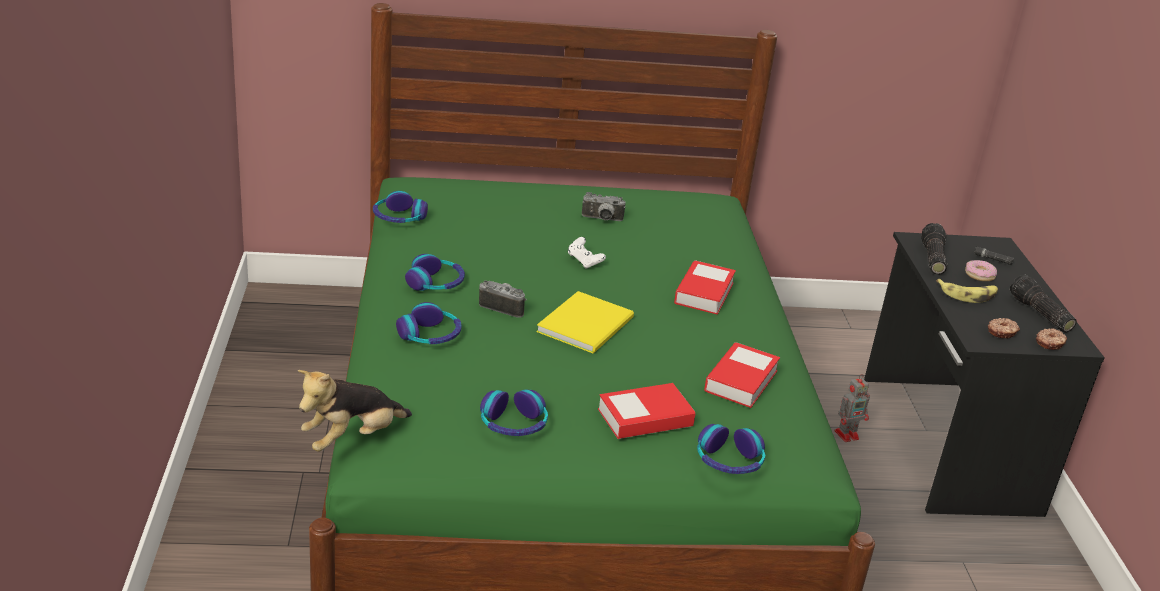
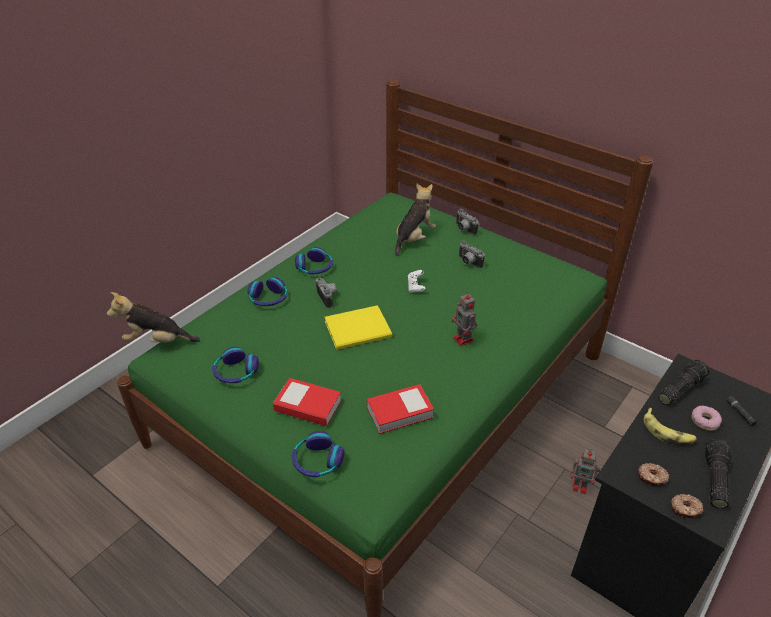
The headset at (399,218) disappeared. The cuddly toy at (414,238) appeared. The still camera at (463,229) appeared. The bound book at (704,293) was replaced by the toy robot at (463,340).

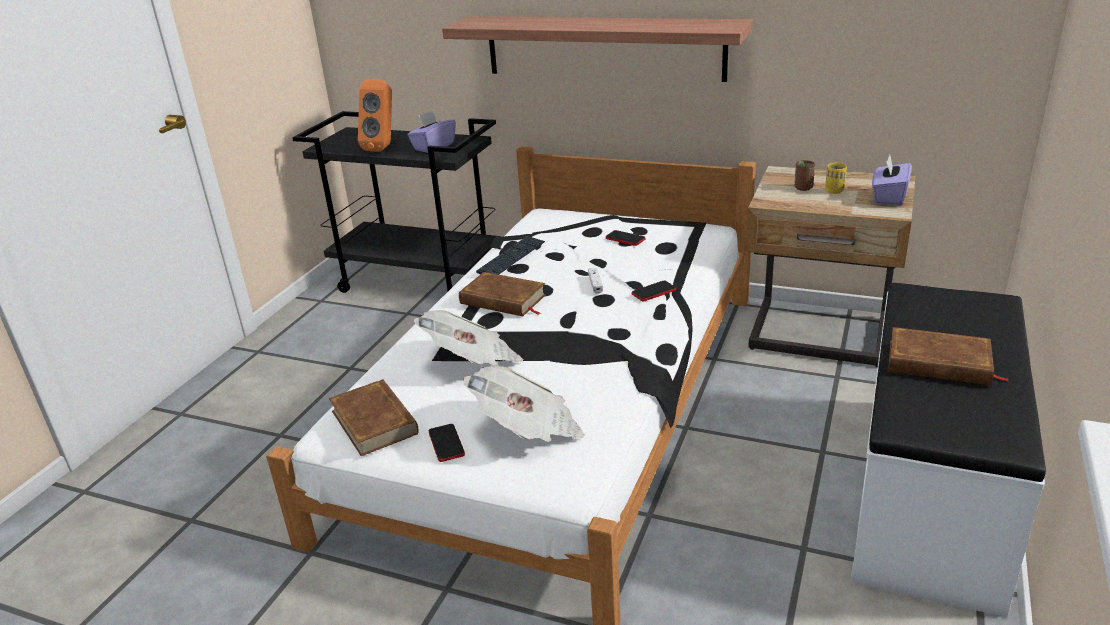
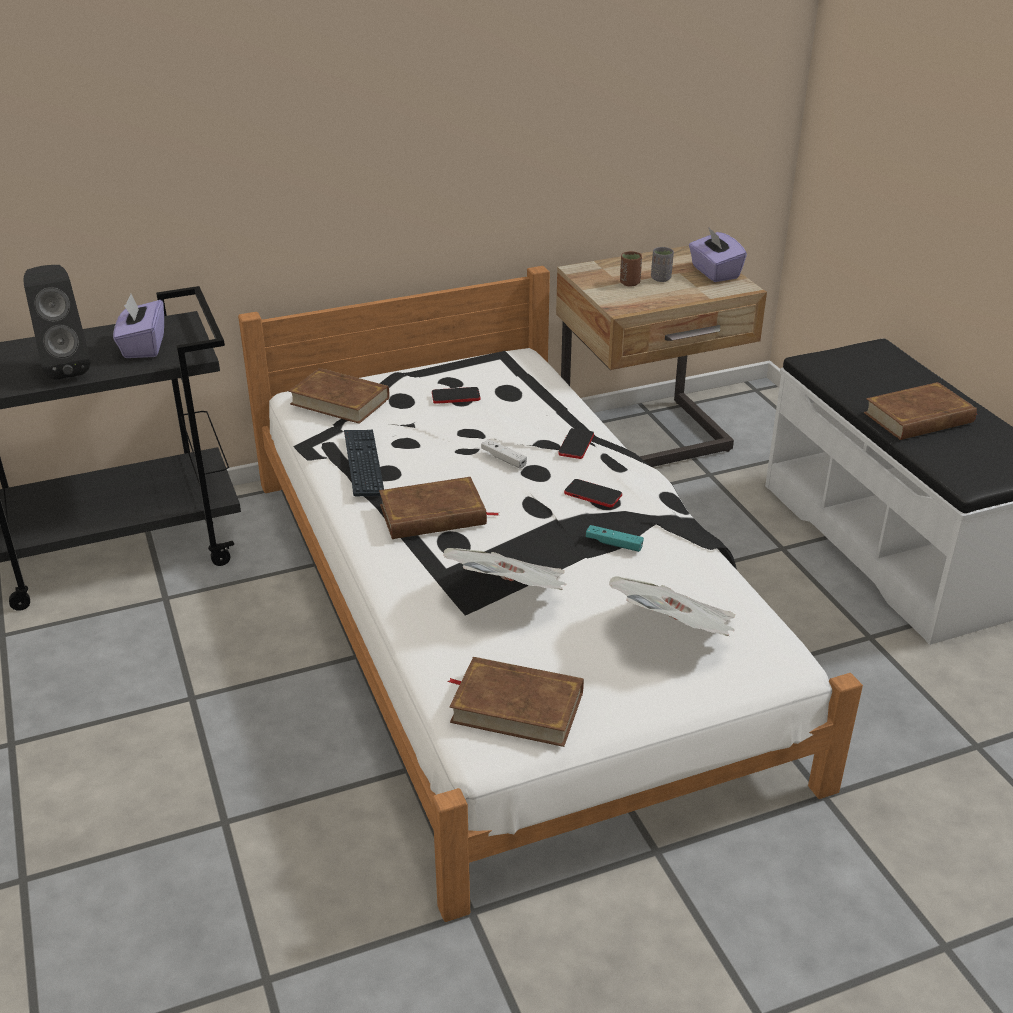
The wall shelf at (603,47) disappeared. The bound book (brown-coloured) at (339,401) appeared. The joypad (blue-green) at (614,544) appeared. The phone moved from (446,443) to (593,494). The loudspeaker (orange) at (383,148) became the loudspeaker (black) at (66,368). The small cup (yellow) at (834,191) became the small cup (grey) at (661,278).

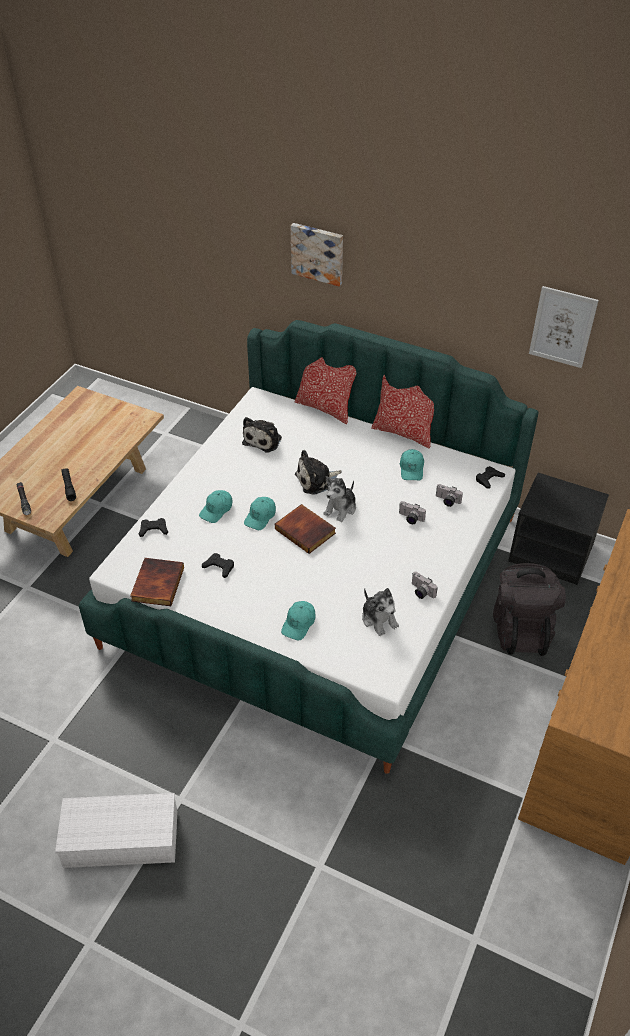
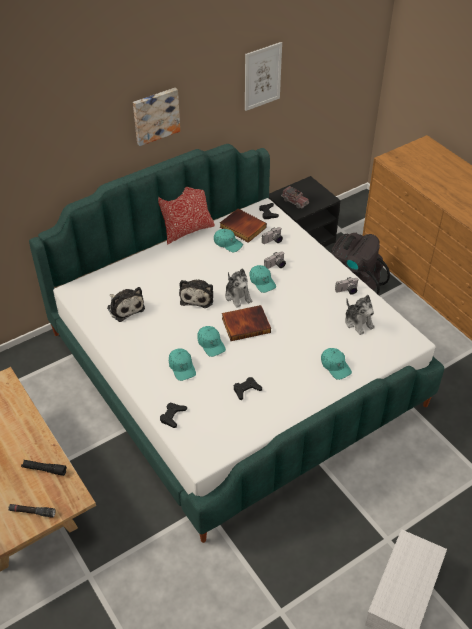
The pillow at (325,408) disappeared. The baseball cap (blue-green) at (262,282) appeared. The toy lorry at (295,201) appeared. The bound book moved from (157,583) to (242,227). The wall art moved from (318,253) to (155,115). The cuddly toy at (379,619) turned 60 degrees clockwise.

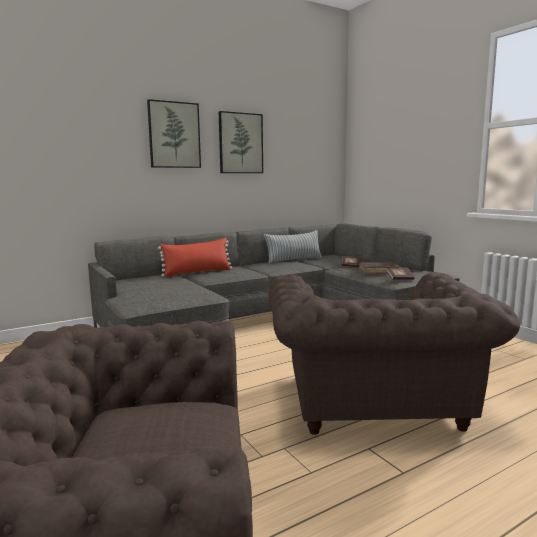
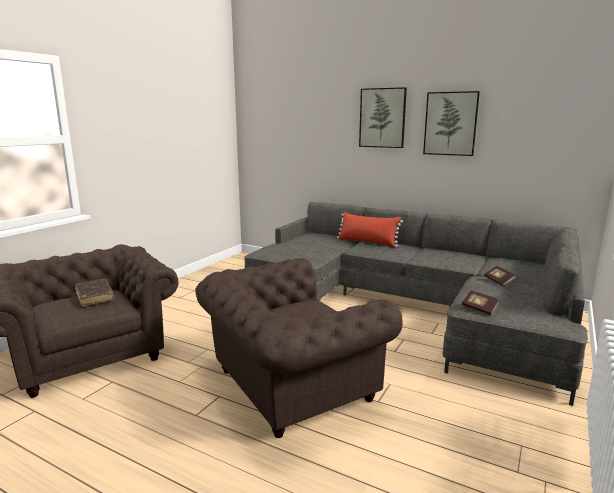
The pillow at (294,260) disappeared. The bound book (brown-coloured) moved from (378,272) to (95,297).

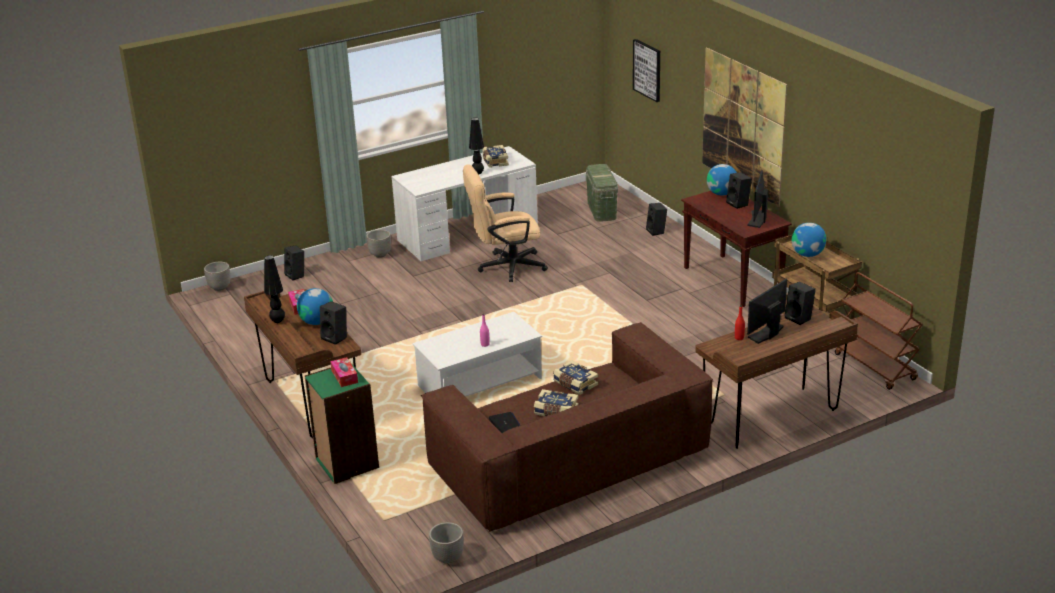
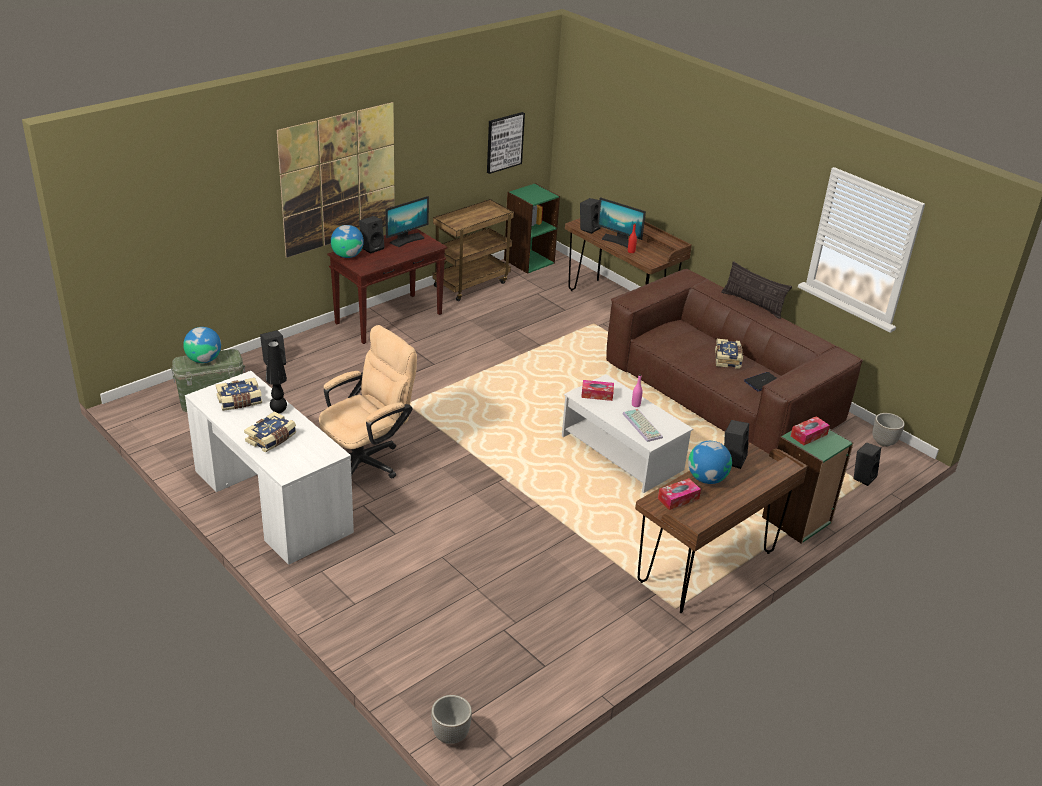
The lamp for a table (black) at (278,321) disappeared. The planter at (380,255) disappeared. The tissue box at (597,394) appeared. The computer keyboard at (643,426) appeared. The pillow at (752,304) appeared. The loudspeaker (black) moved from (296,275) to (862,477). The bound book moved from (575,384) to (272,439). The wall art moved from (647,70) to (504,142). The world globe moved from (807,254) to (204,359). The cart (brown-coloured) at (876,367) was replaced by the bookcase (green-coloured) at (528,261). The office chair (sand-coloured) at (505,267) turned 105 degrees counterclockwise. The monitor at (757,219) turned 45 degrees counterclockwise.

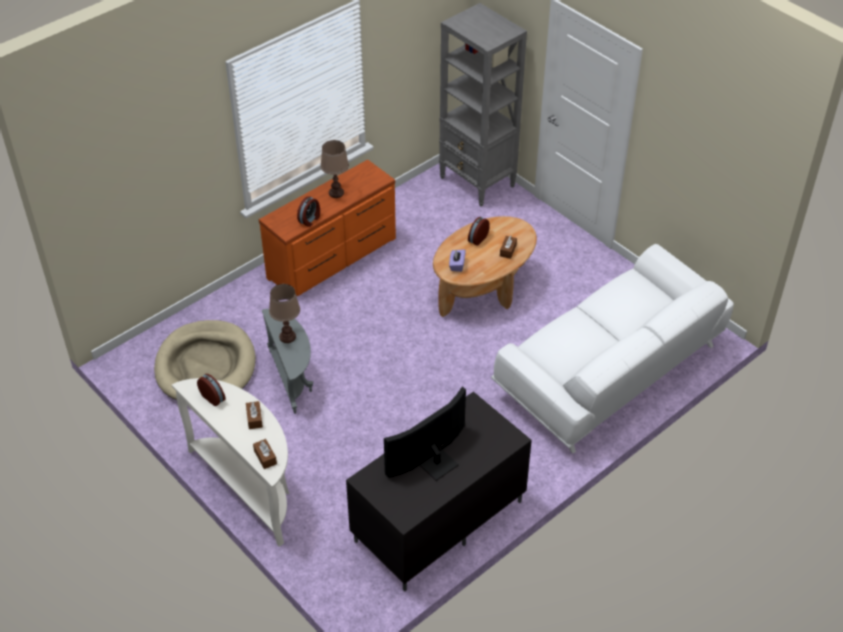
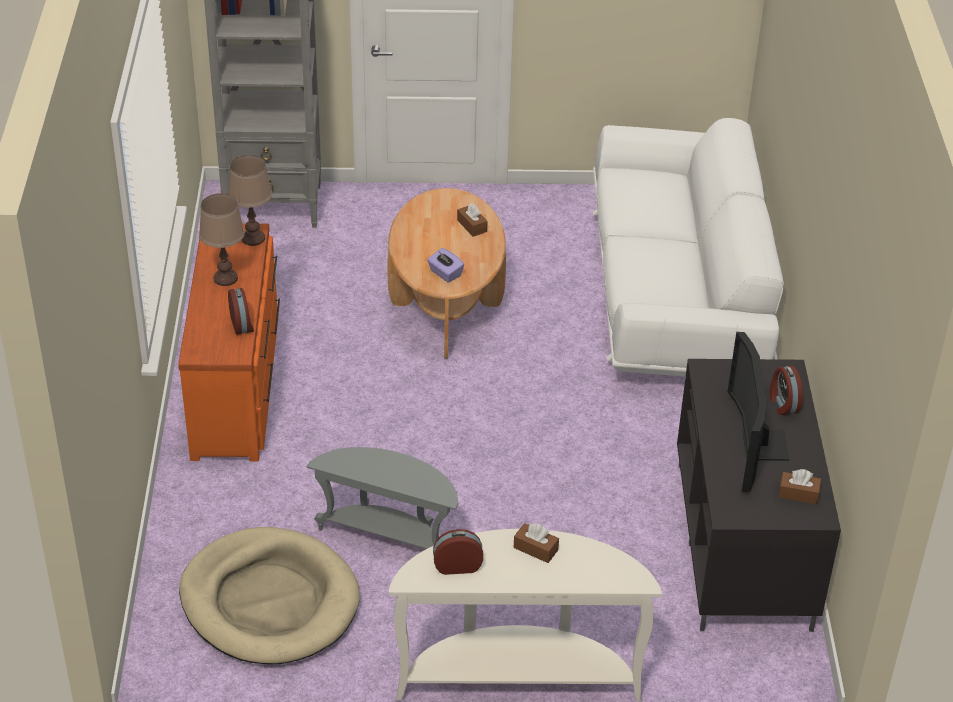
The tissue box (brown-coloured) moved from (265,457) to (798,493). The lamp for a table (brown-coloured) moved from (287,337) to (253,238). The bedside clock moved from (477,238) to (782,404).

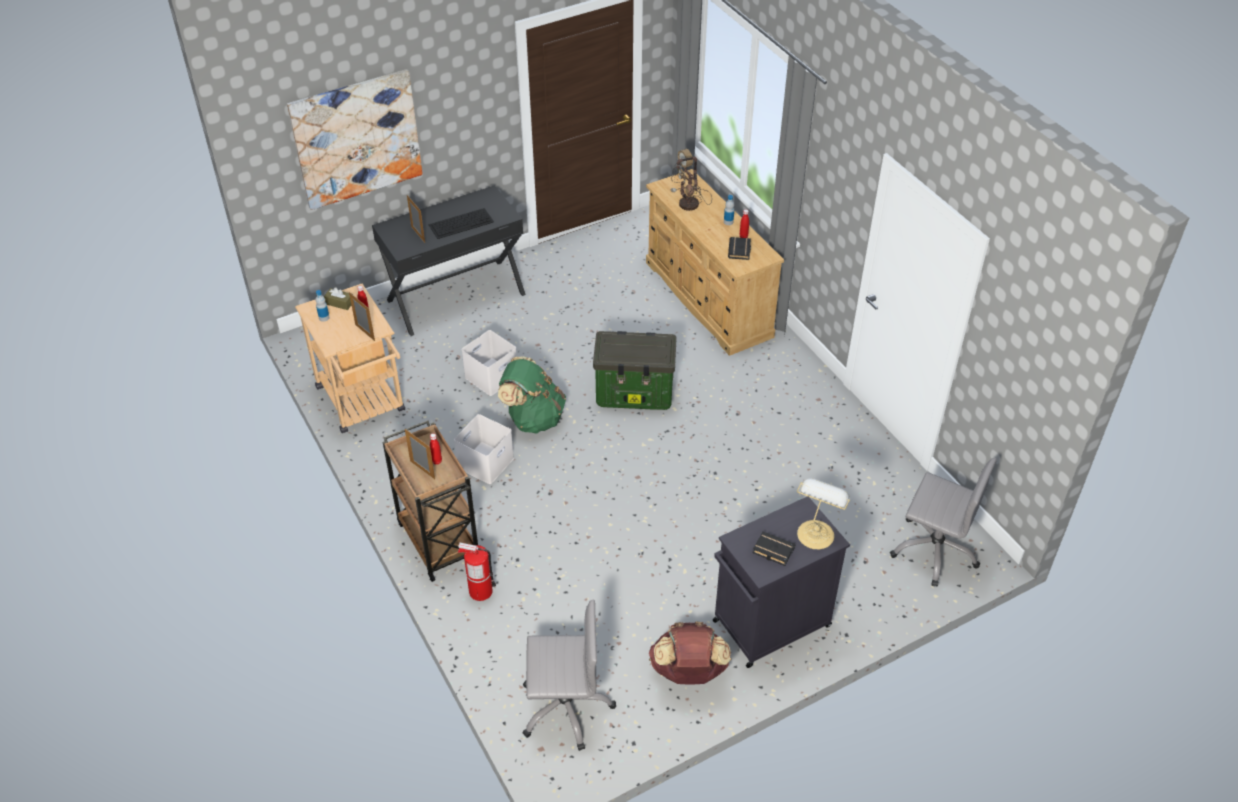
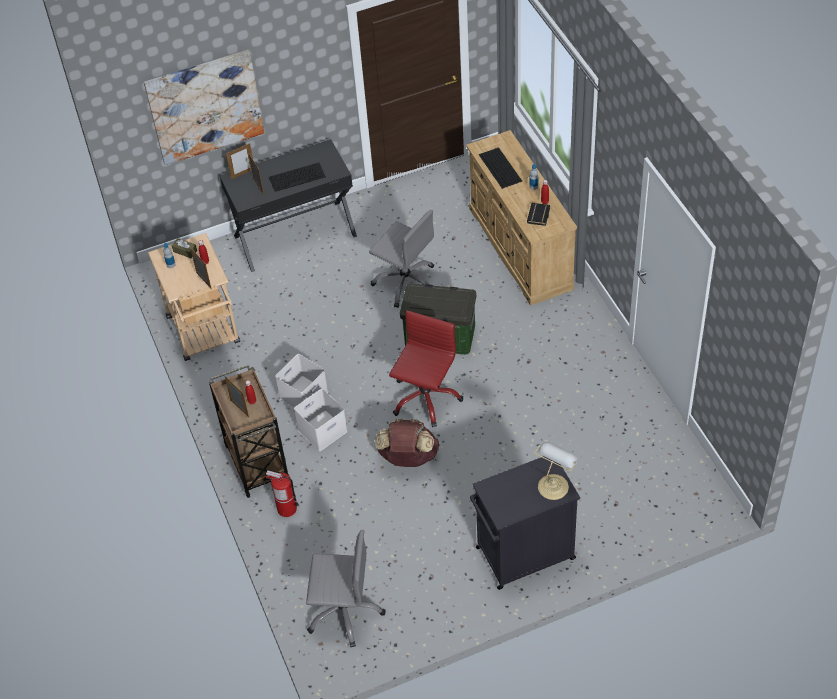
The rucksack (green-coloured) at (533,418) disappeared. The bound book (black) at (772,551) disappeared. The standing frame at (242,174) appeared. The office chair (red-coloured) at (425,398) appeared. The storage container (whitish) moved from (491,377) to (322,431). The rucksack (brown-coloured) moved from (688,672) to (408,458). The office chair (grey) moved from (934,550) to (406,282). The lamp for a table at (688,205) was replaced by the computer keyboard at (500,168).

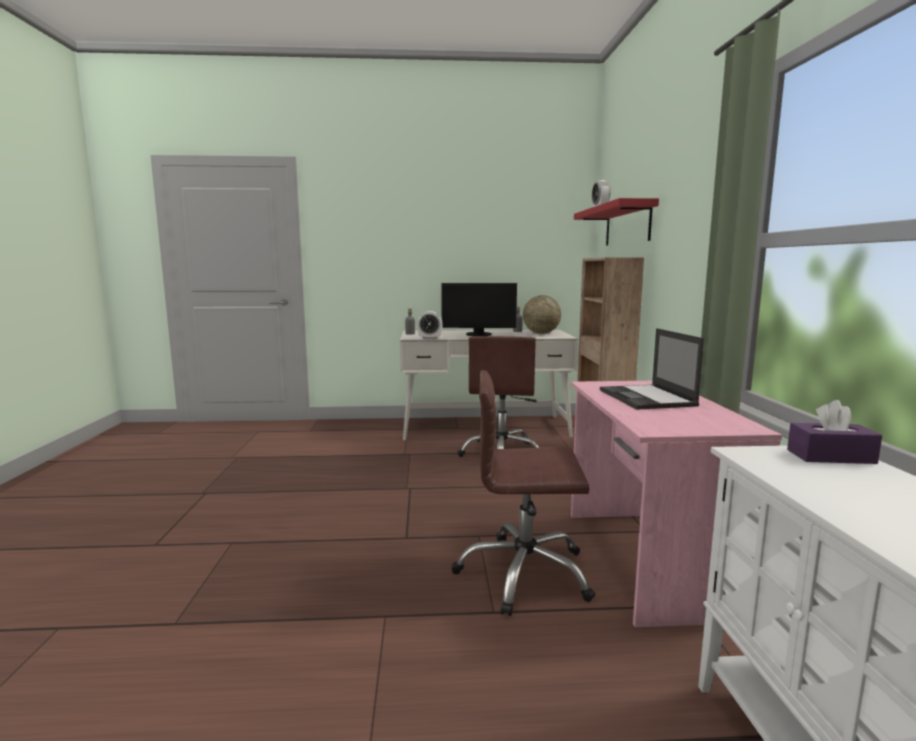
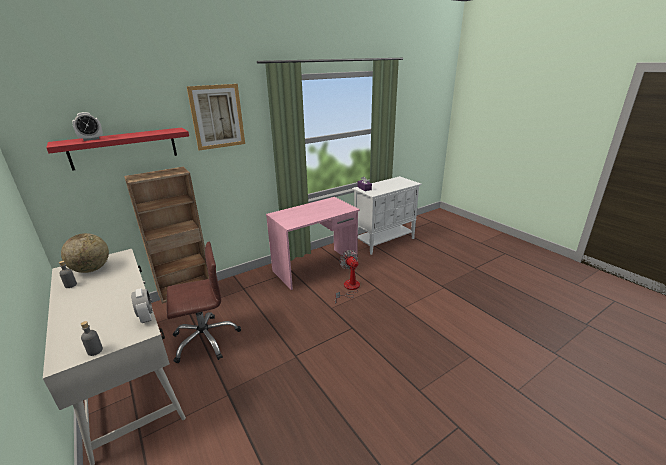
The monitor at (478,335) disappeared. The notebook computer at (647,398) disappeared. The wall art at (217,117) appeared. The office chair (brown-coloured) at (524,574) was replaced by the fan at (349,288).

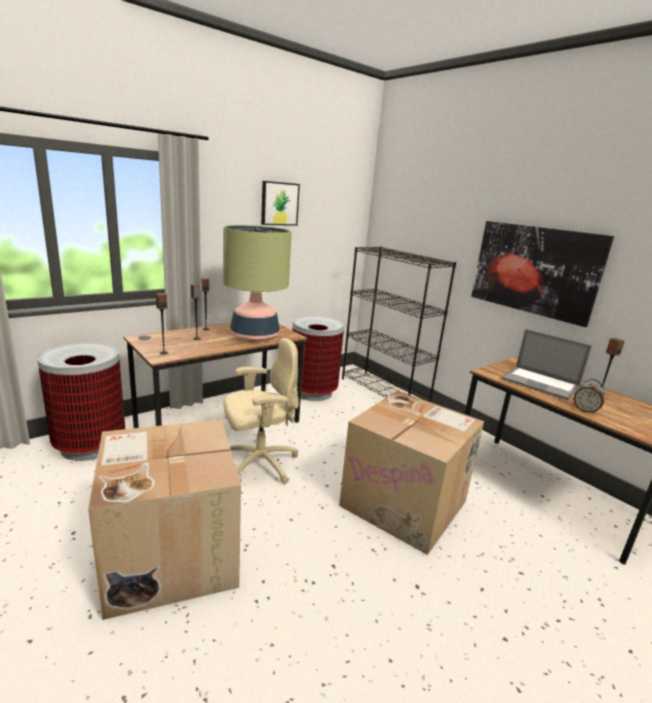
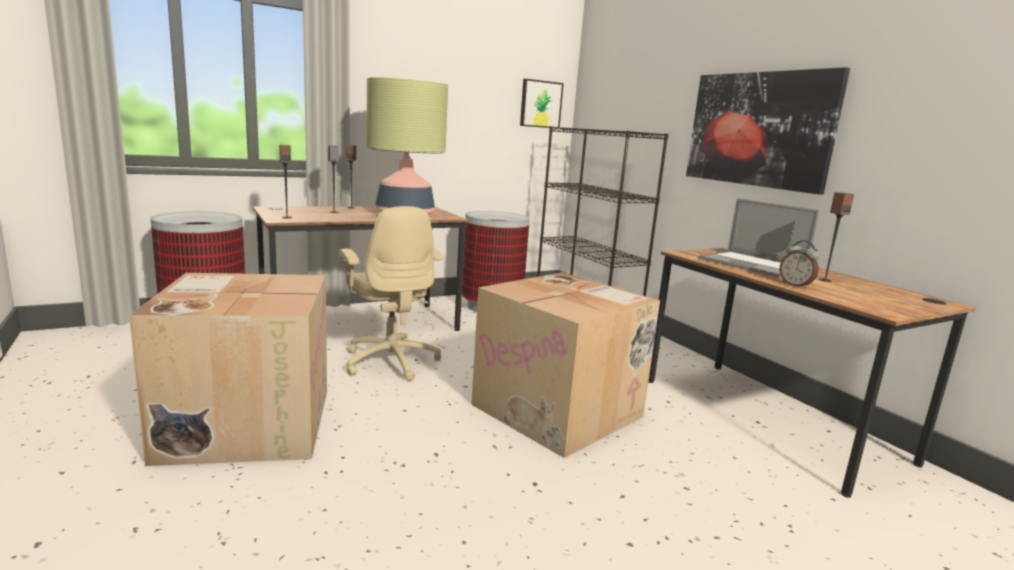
The wall art moved from (279,203) to (540,104). The office chair (sand-coloured) at (259,464) turned 75 degrees clockwise.

